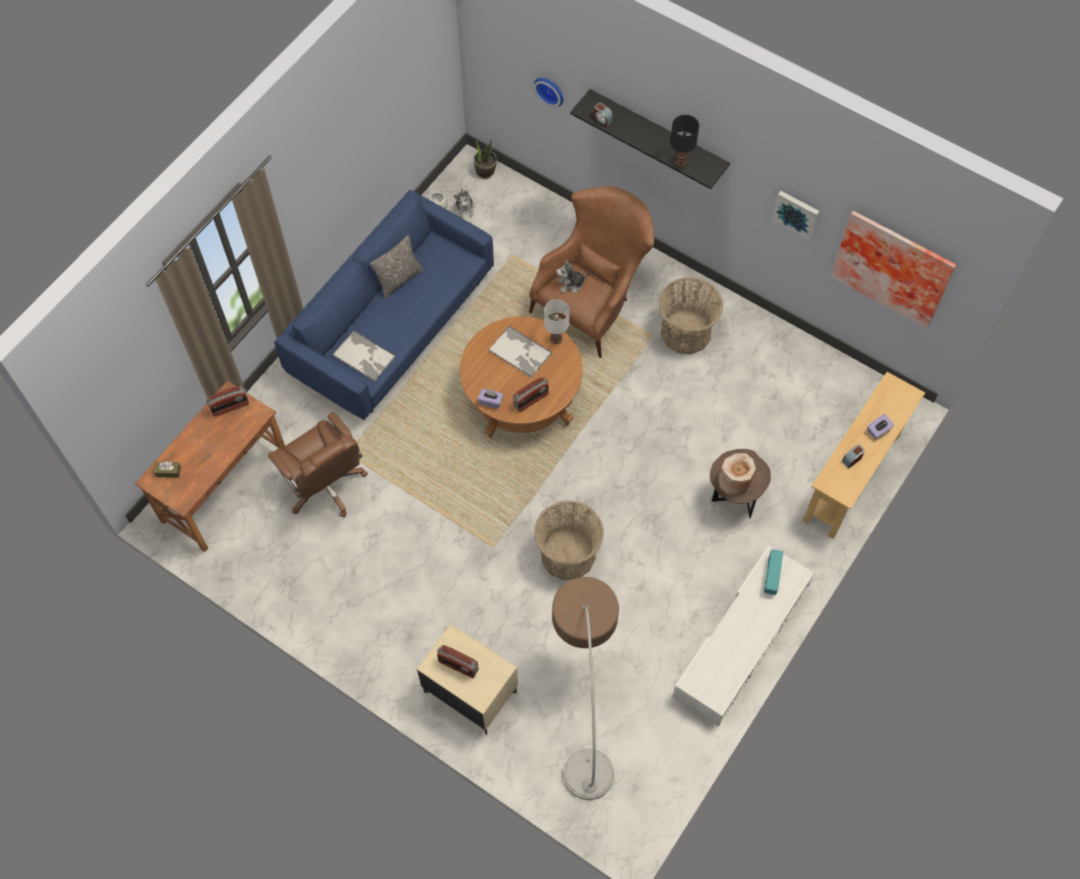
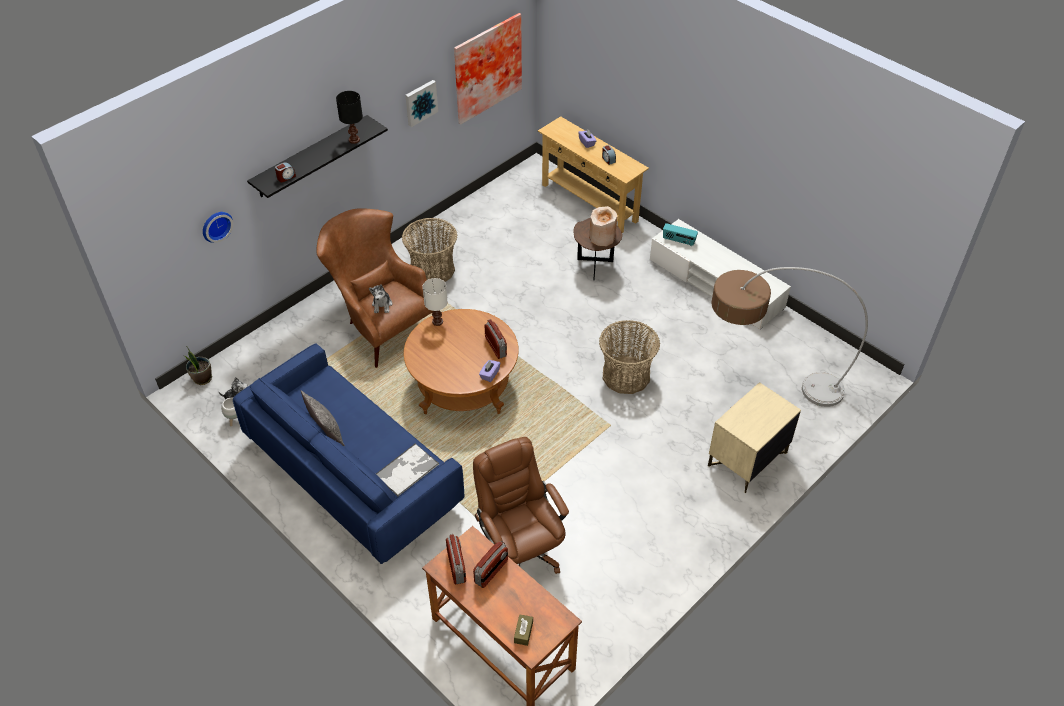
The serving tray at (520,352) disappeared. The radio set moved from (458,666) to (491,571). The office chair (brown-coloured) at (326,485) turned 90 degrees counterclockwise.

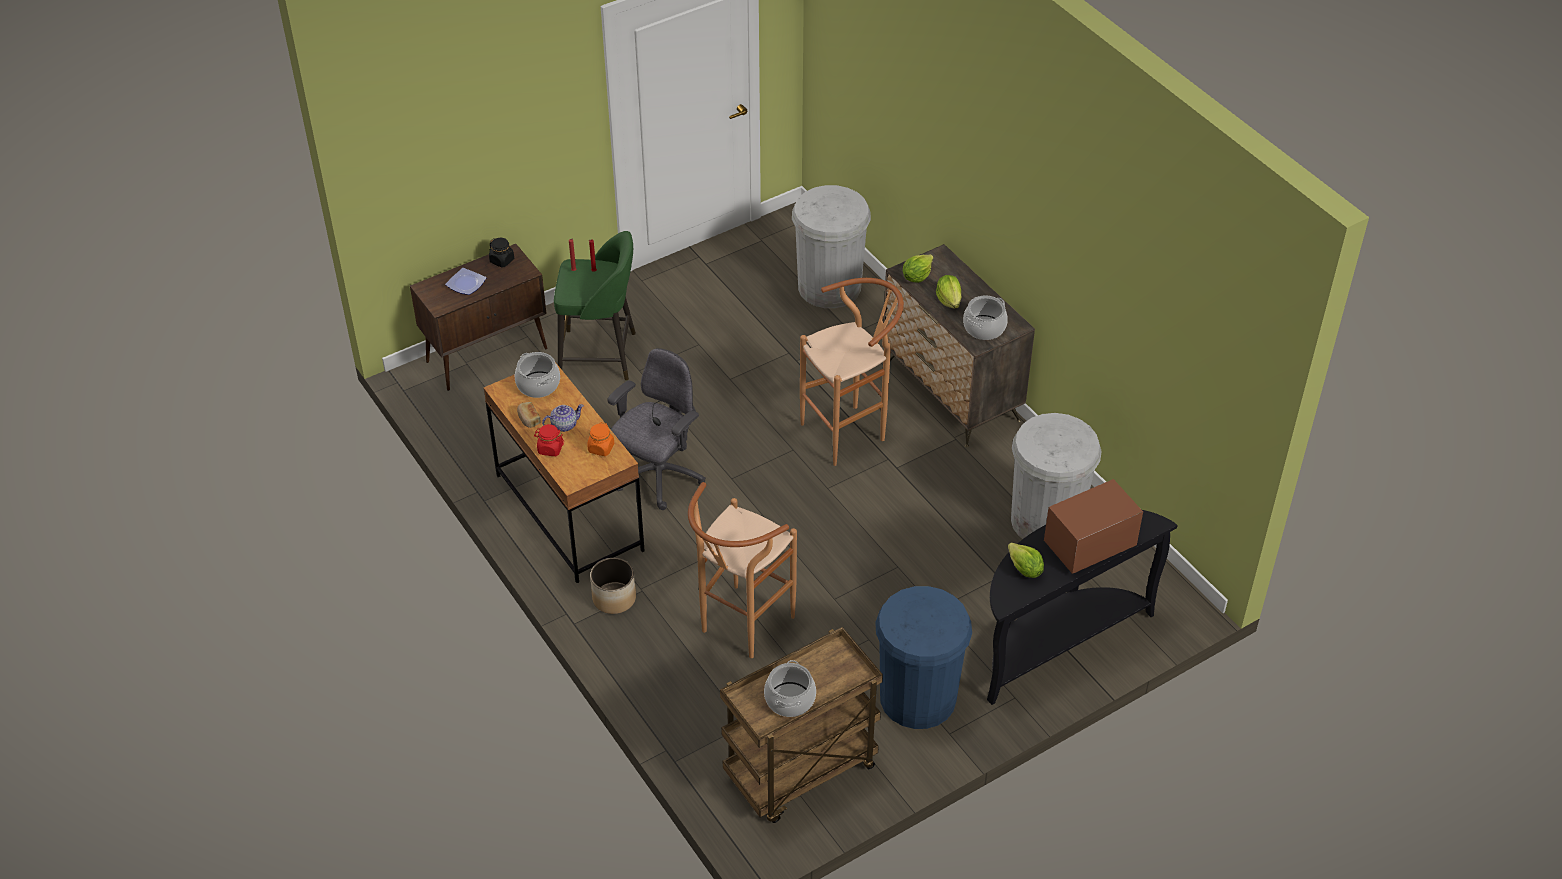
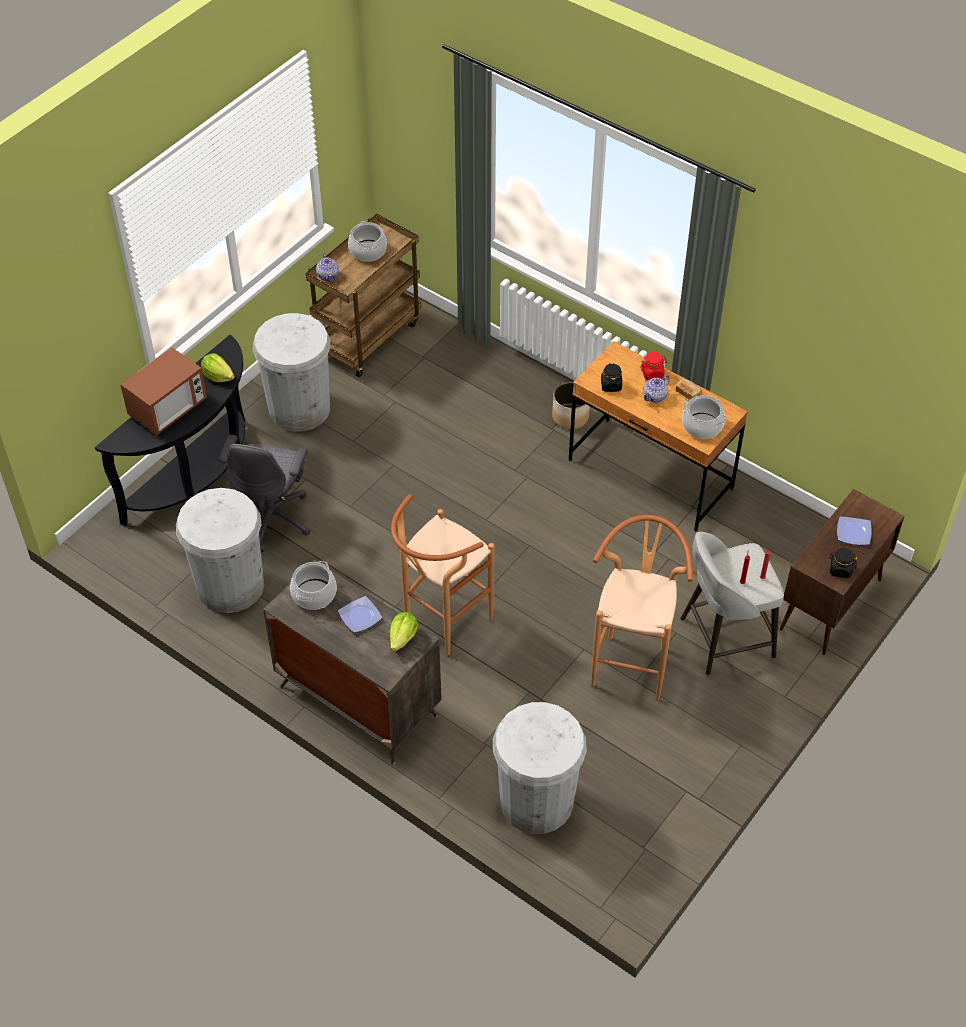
The teapot at (328,275) appeared. The office chair (grey) moved from (658,477) to (272,518). The stool seat (brown-coloured) moved from (740,628) to (632,660). The lettuce at (949,300) was replaced by the flat dish at (360,617). The stool seat (green-coloured) at (600,355) became the stool seat (grey) at (724,638). The jar (orange) at (601,448) became the jar (black) at (611,385). The waste bin (blue-coloured) at (918,698) became the waste bin (whitish) at (299,408).

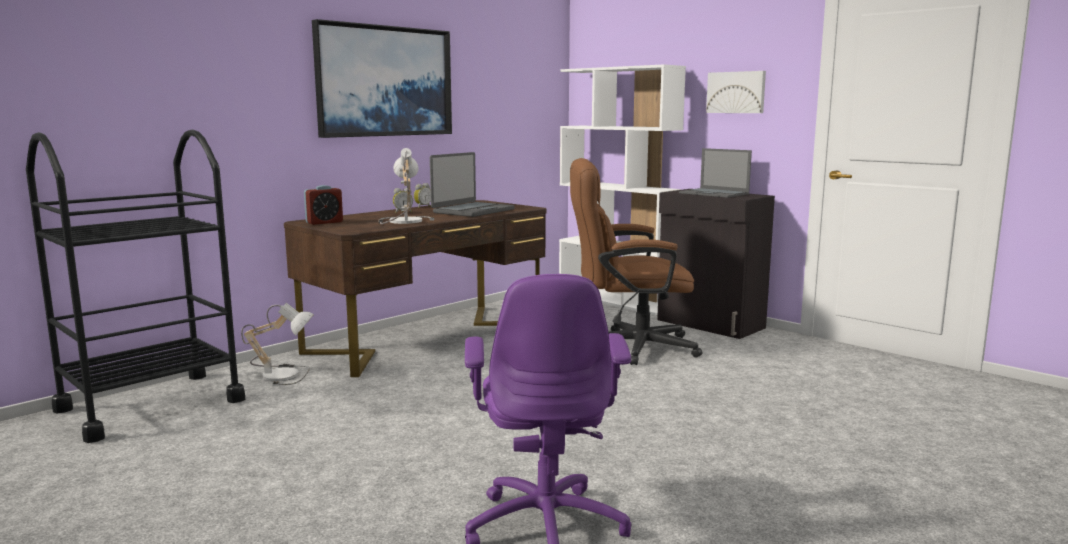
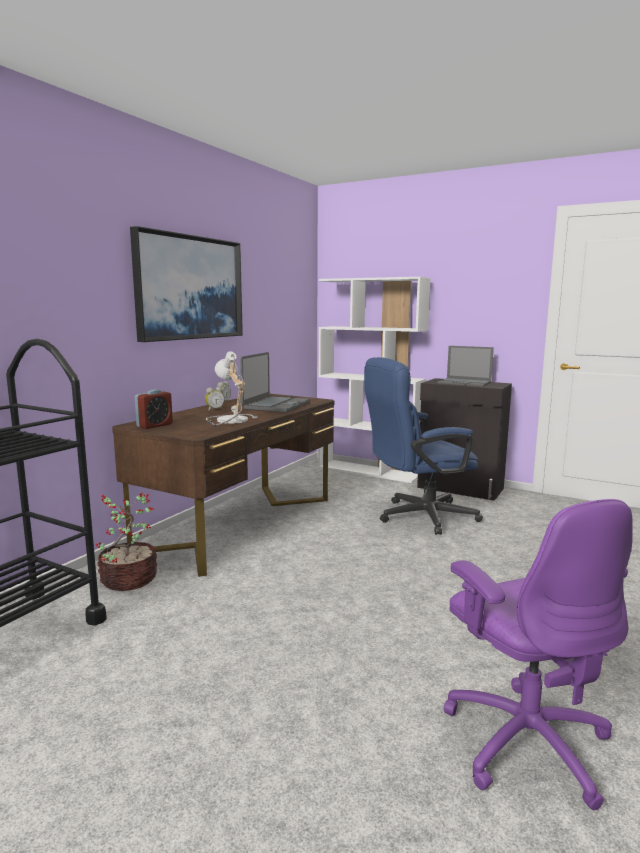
The wall art at (736,92) disappeared. The lamp for a table at (284,374) was replaced by the houseplant at (127,580). The office chair (brown-coloured) at (628,347) became the office chair (blue-coloured) at (418,517).

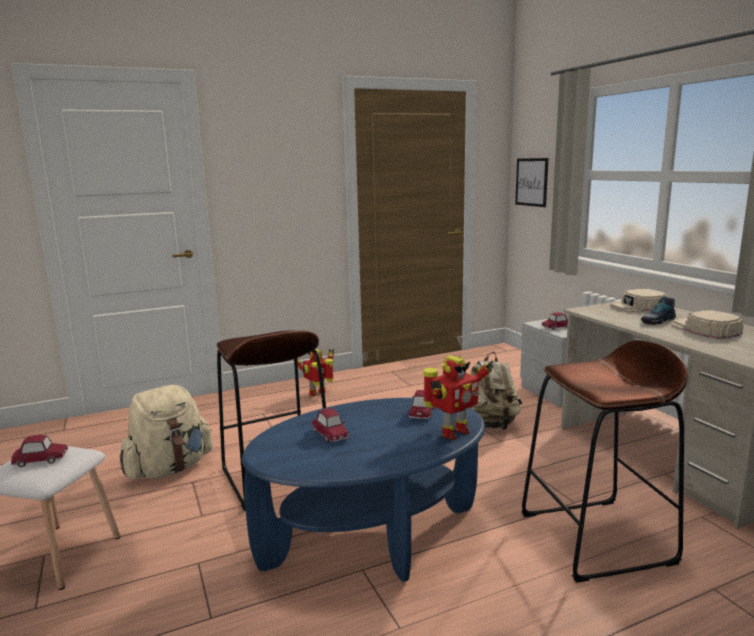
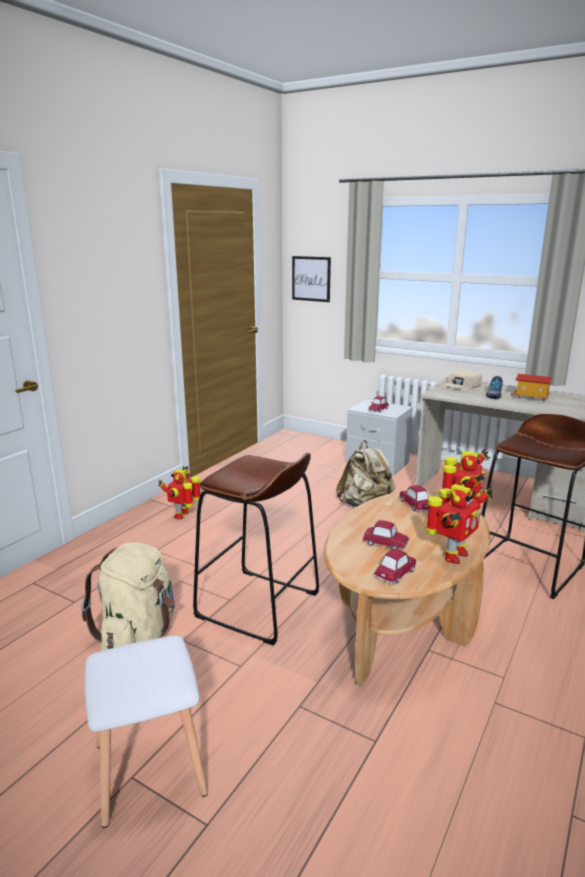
The toy robot at (452,556) appeared. The miniature car moved from (40,460) to (395,573). The baseball cap (sand-coloured) at (705,330) was replaced by the model house at (531,397). The low table (blue-coloured) at (372,537) became the low table (brown-coloured) at (402,623).

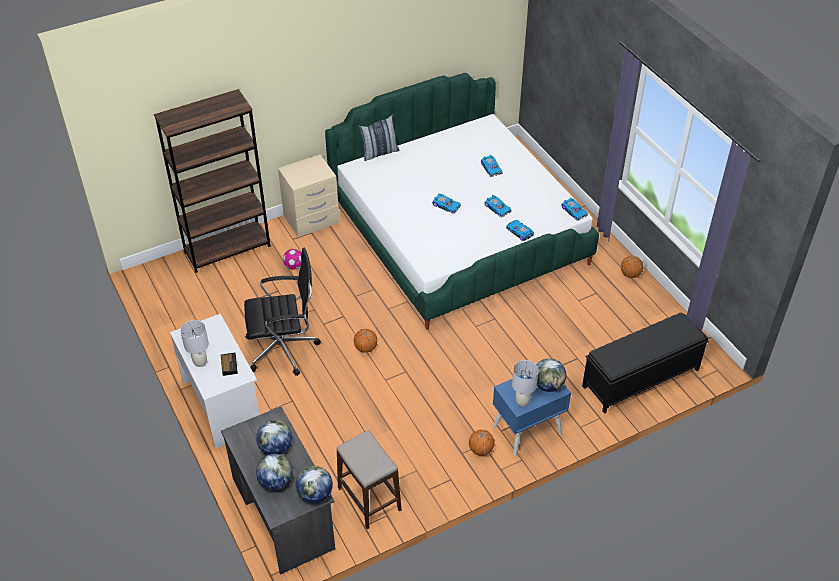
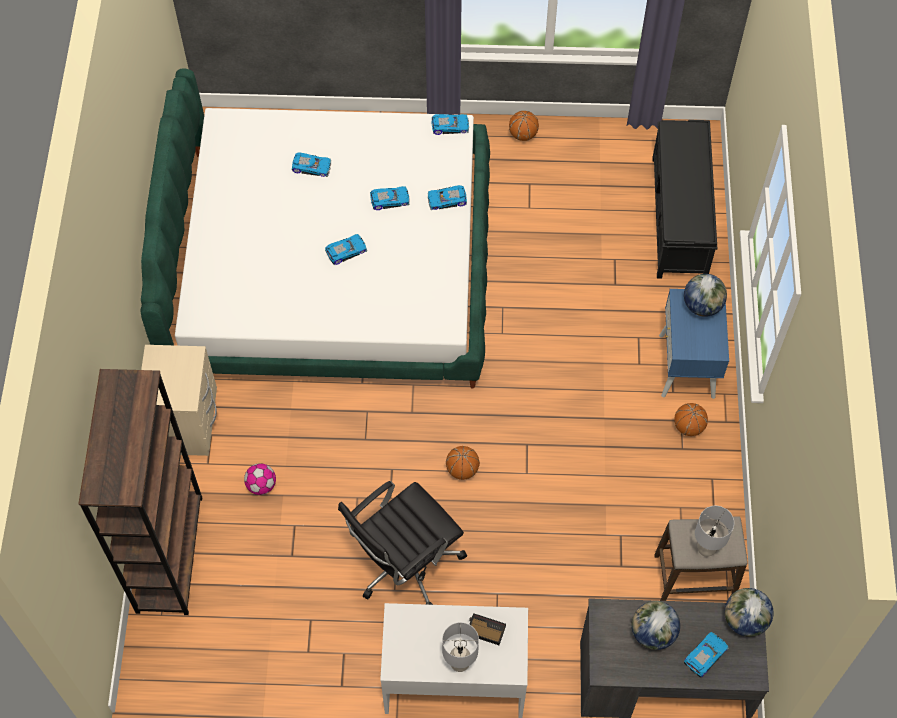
The pillow at (379,152) disappeared. The lamp for a table (grey) moved from (522,402) to (706,549). The world globe at (276,482) was replaced by the miniature car at (704,655). The office chair (black) at (284,349) turned 150 degrees counterclockwise.

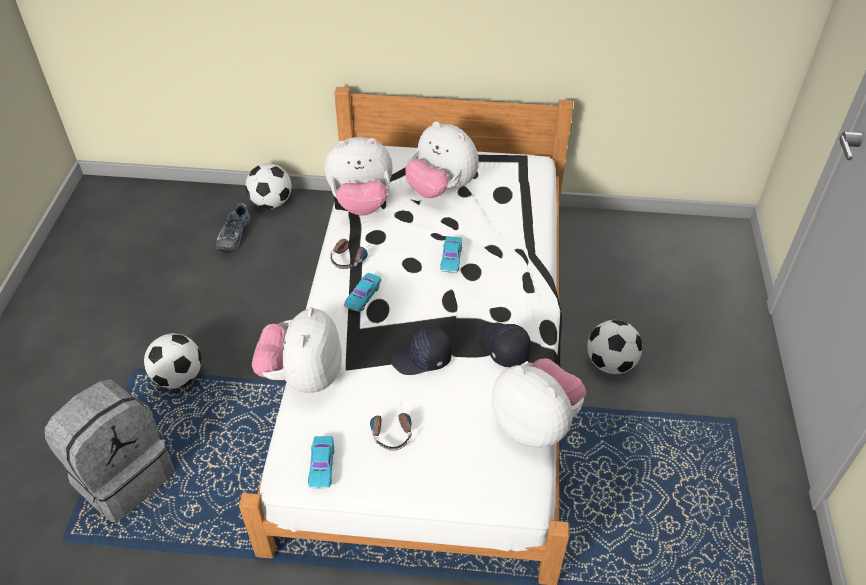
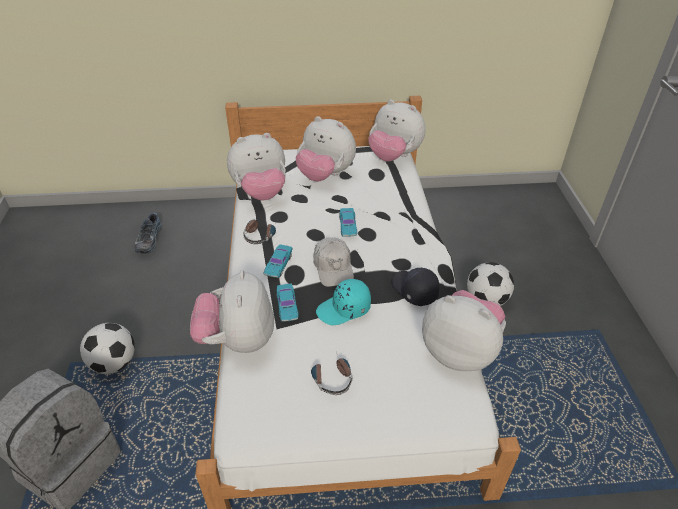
The ball for football at (271,202) disappeared. The baseball cap (whitish) at (333,267) appeared. The cuddly toy at (394,156) appeared. The miniature car (blue-green) moved from (322,465) to (287,305). The baseball cap (black) at (422,359) became the baseball cap (blue-green) at (344,309).

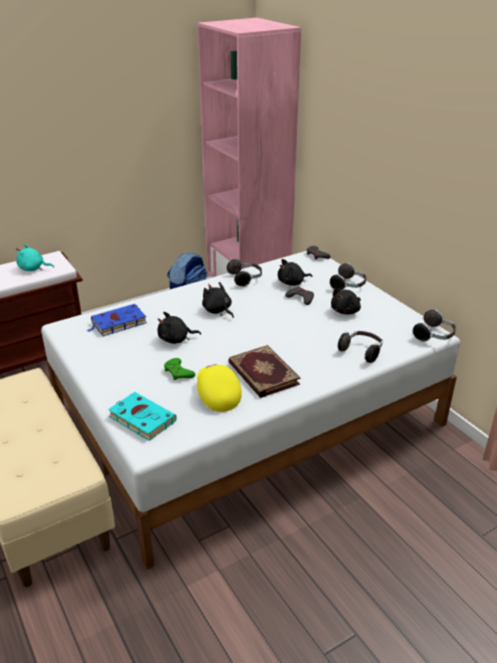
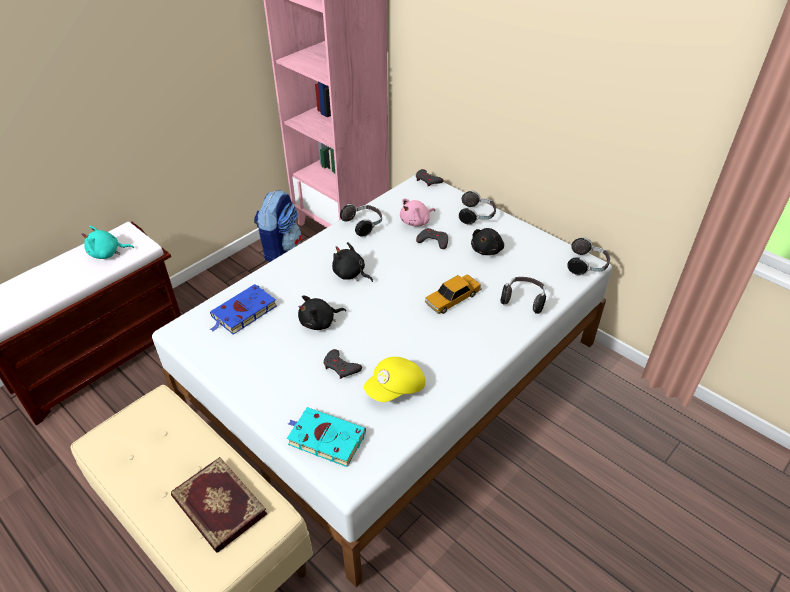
The miniature car at (452,299) appeared. The bound book moved from (262,374) to (218,506). The joypad (green-coloured) at (178,372) became the joypad (grey) at (341,367). The cuddly toy (black) at (292,283) became the cuddly toy (pinkish) at (416,222). The baseball cap (yellow) at (217,395) turned 90 degrees counterclockwise.

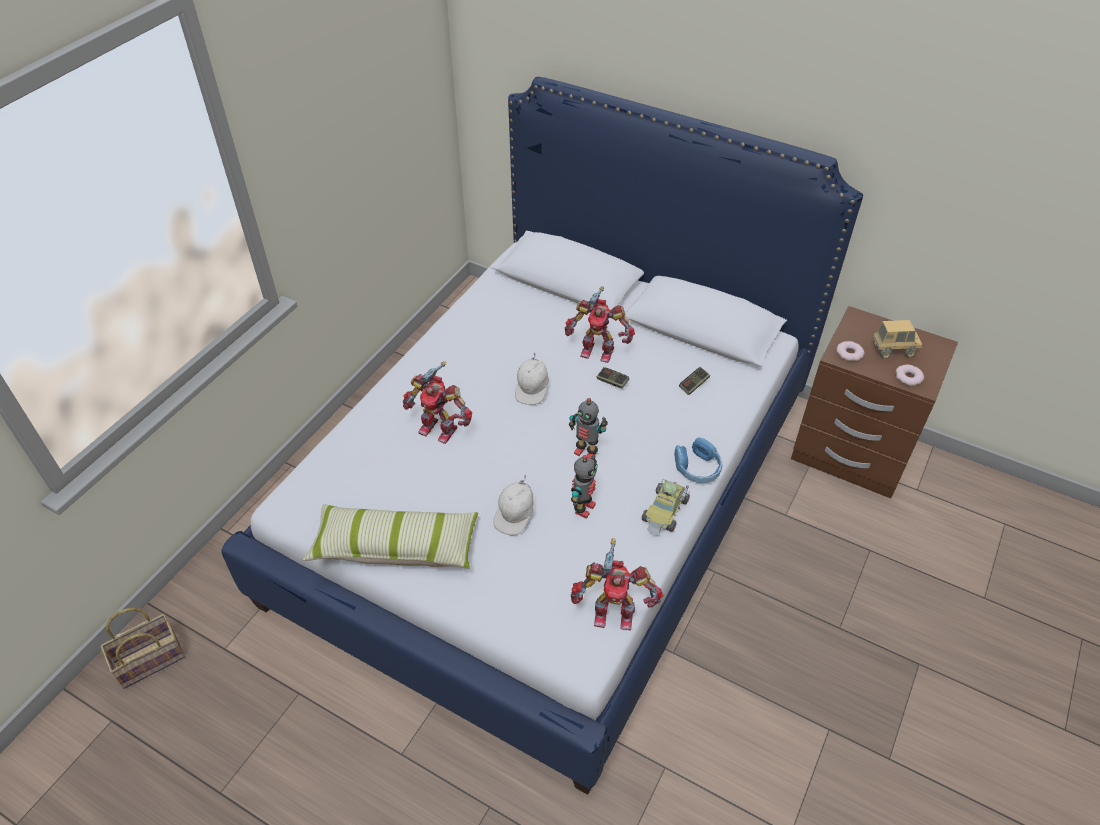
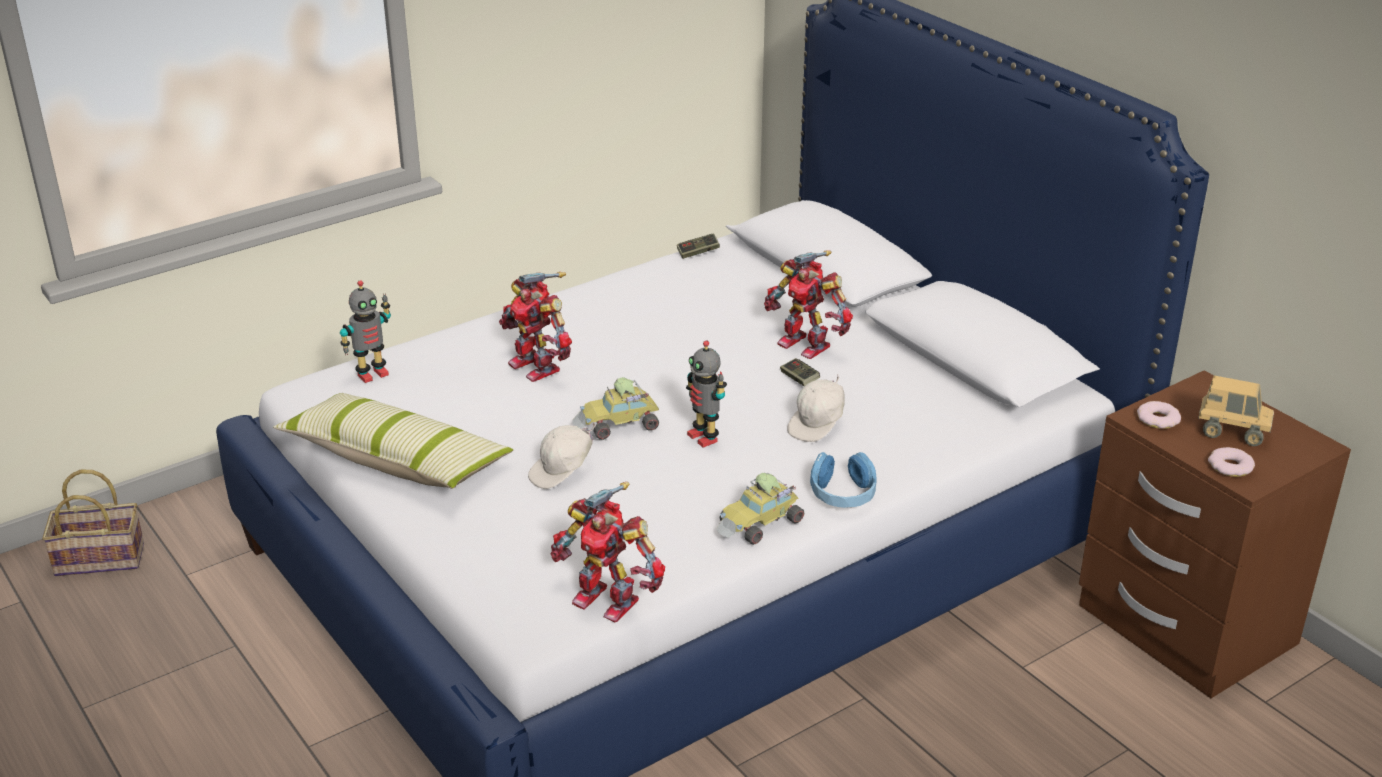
The miniature car at (619,424) appeared. The baseball cap (whitish) moved from (532,389) to (818,425). The toy robot moved from (583,508) to (372,374). The joypad moved from (694,385) to (698,252).

